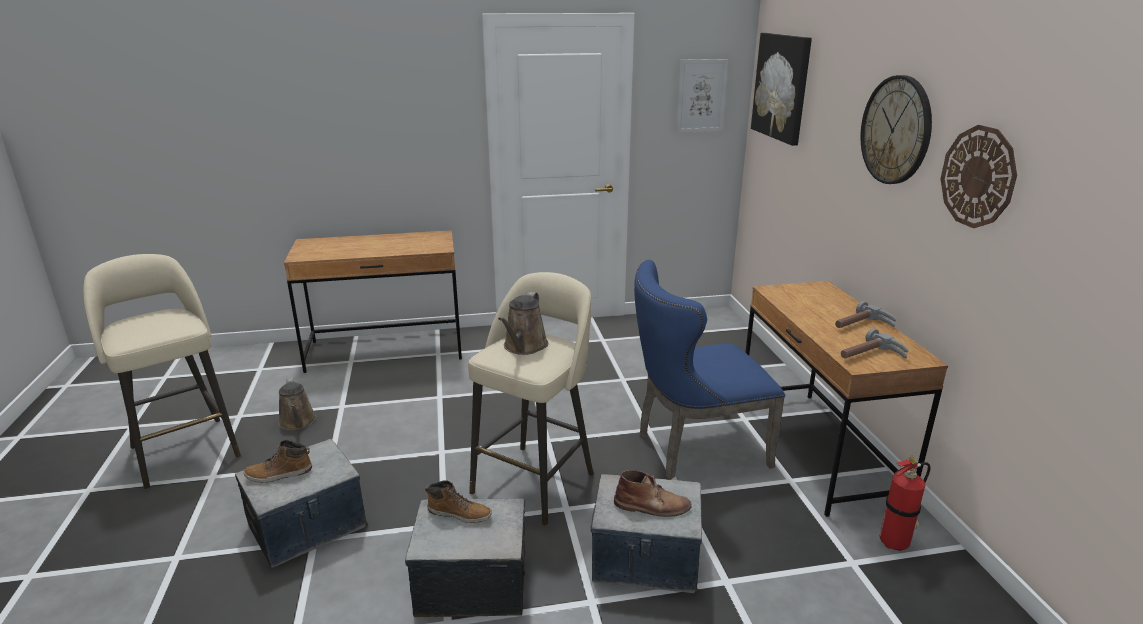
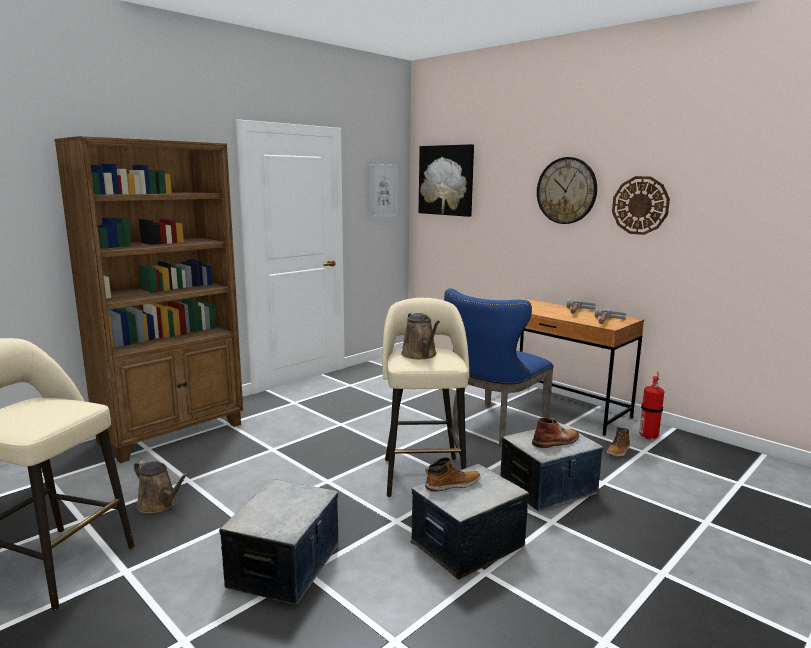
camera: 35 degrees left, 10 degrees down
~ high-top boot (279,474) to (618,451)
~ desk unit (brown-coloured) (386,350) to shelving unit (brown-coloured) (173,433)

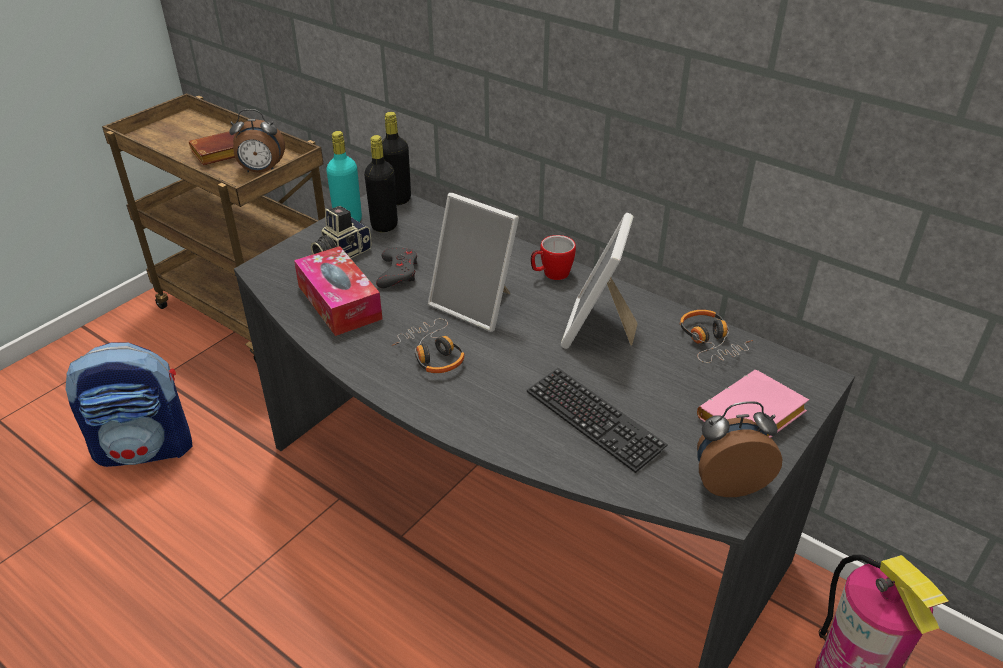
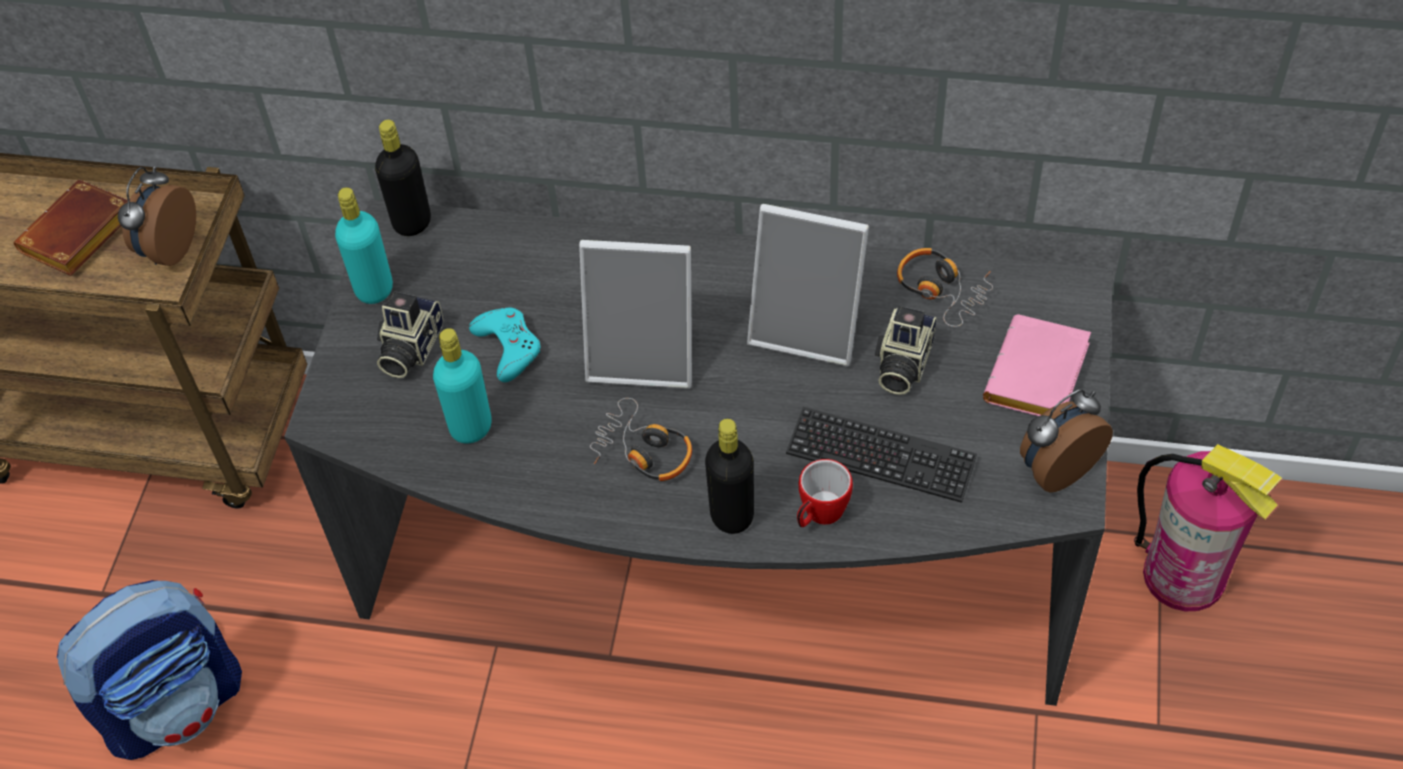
camera: 25 degrees left, 15 degrees up
+ still camera (901,364)
~ beverage bottle (blackish) (384,225) to (732,515)
~ coffee mug (551,274) to (819,515)
~ tissue holder (339,302) to beverage bottle (turquoise) (471,427)
~ gamepad (grey) (398,272) to gamepad (turquoise) (508,347)
~ alarm clock (261,171) = (168,249) 135 degrees clockwise
~ standing frame (598,329) = (808,327) 60 degrees counterclockwise

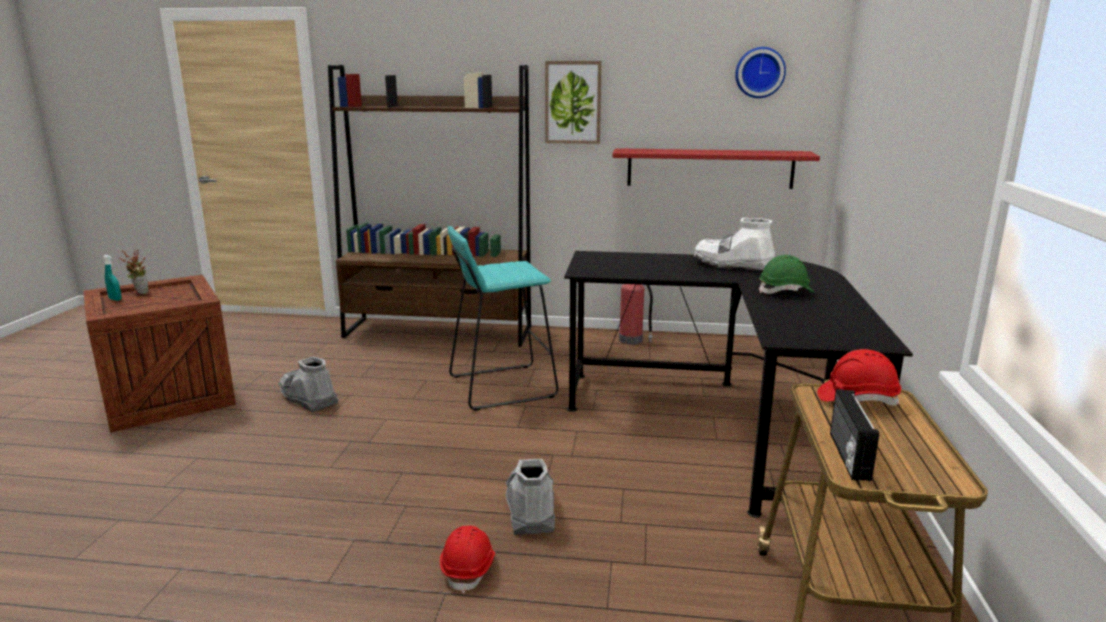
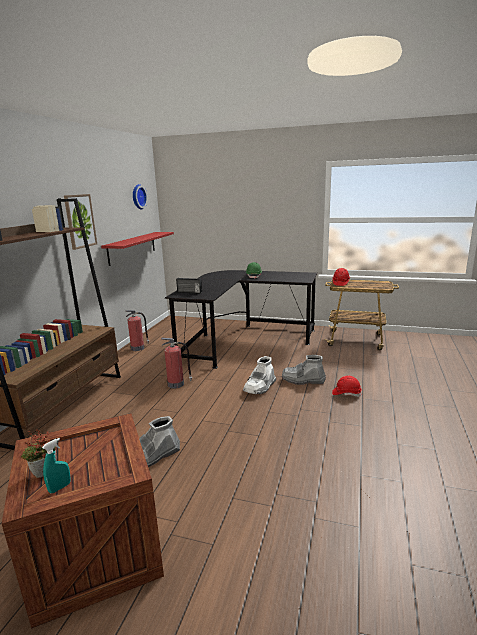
camera: 80 degrees left, 0 degrees up
~ high-top boot (whitish) (732,264) to (260,387)
~ radio set (847,455) to (189,292)
~ stool (turquoise) (501,386) to extinguisher (177,384)

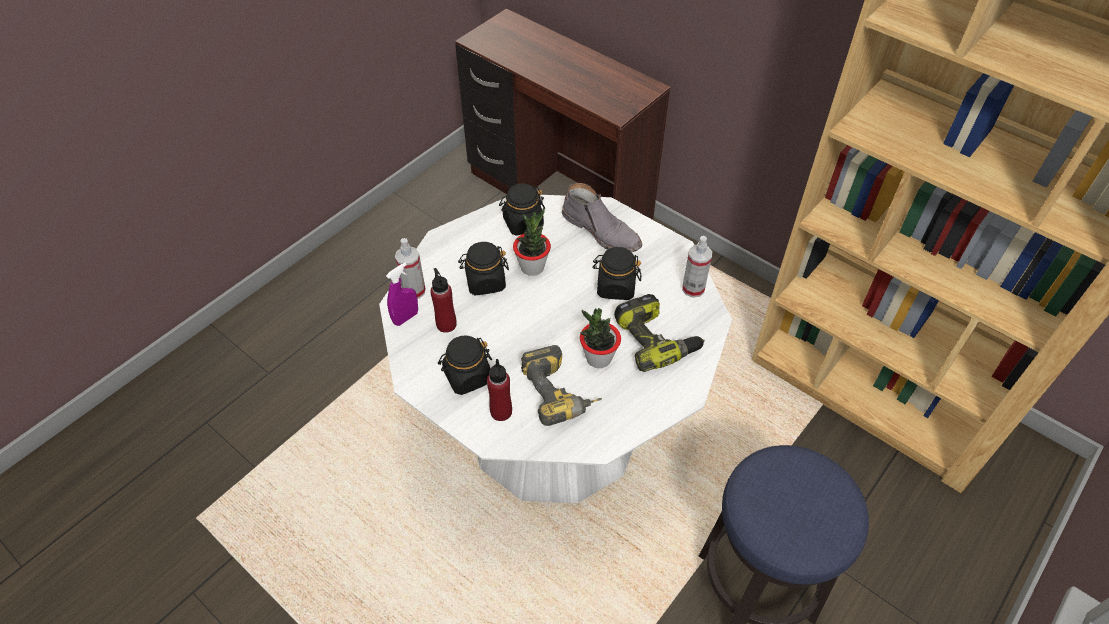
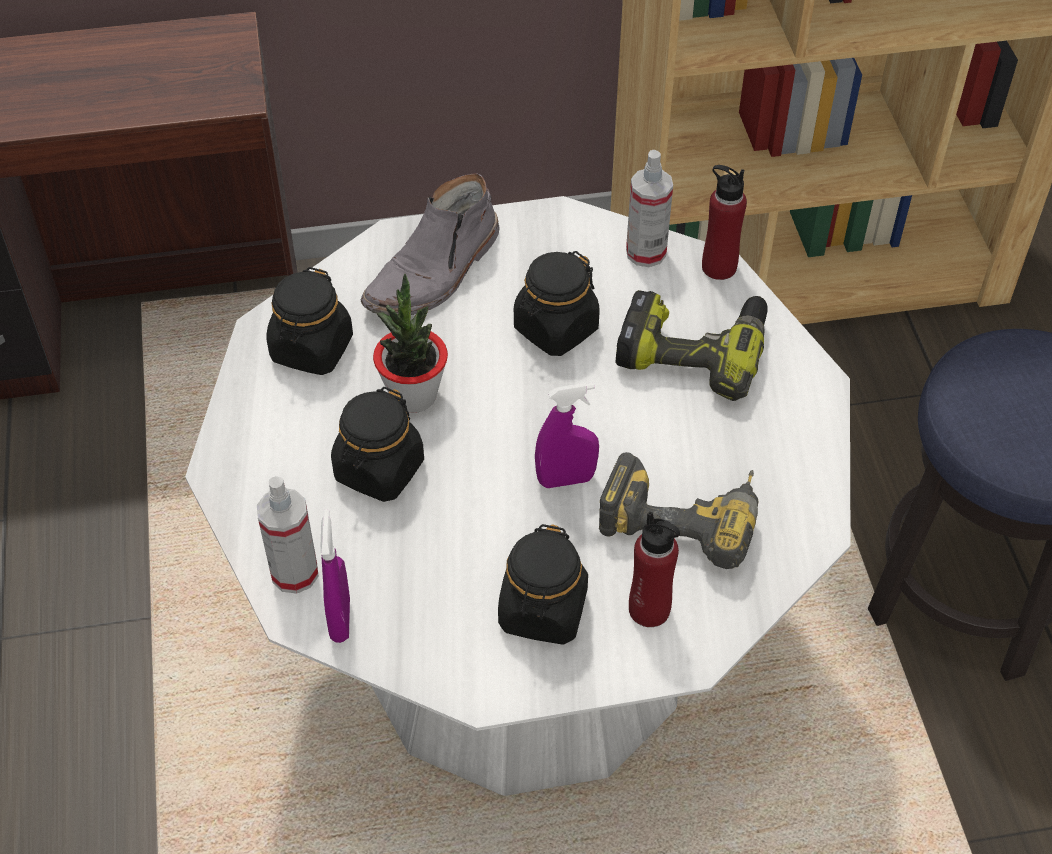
camera: 50 degrees left, 0 degrees up
- houseplant (598,358)
+ sprayer (purplish) (566,479)
~ beverage bottle (red) (446,324) to (718,267)
~ high-top boot (grey) (602,231) = (434,273) 135 degrees clockwise

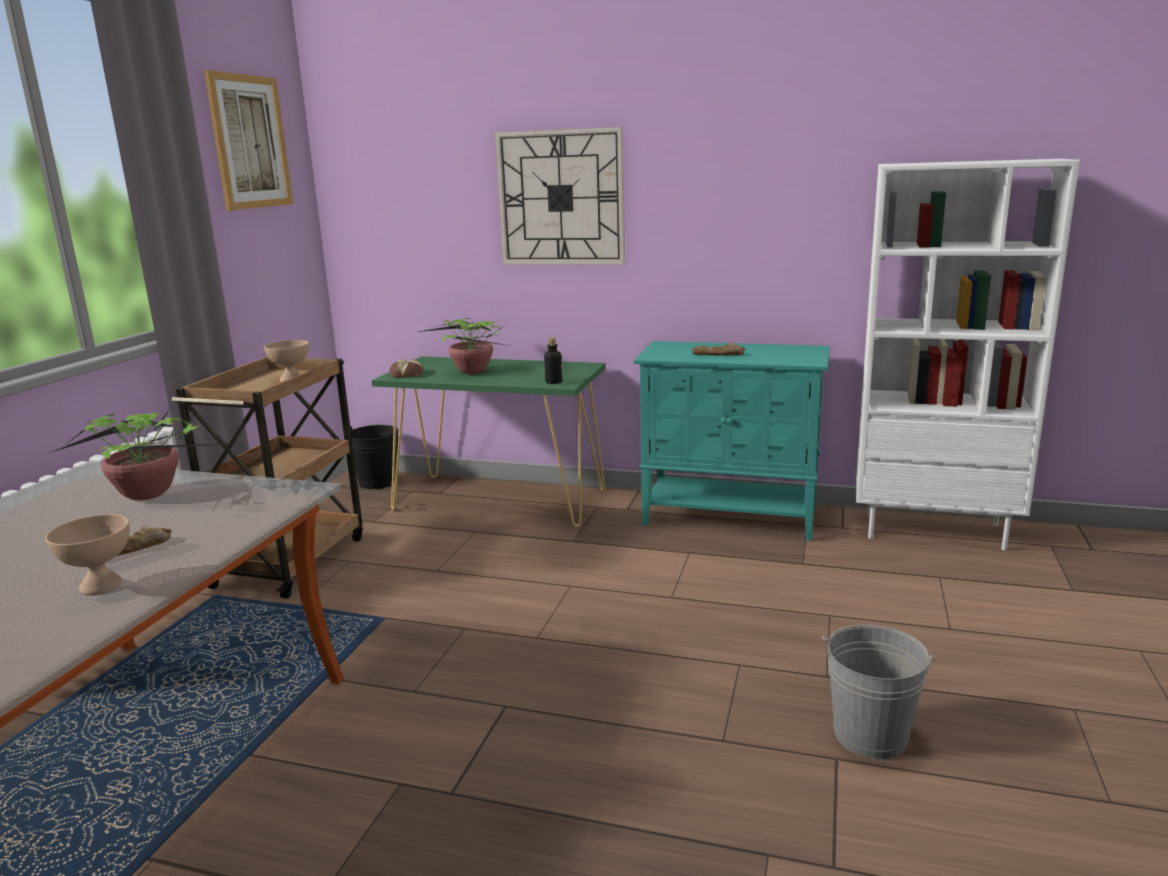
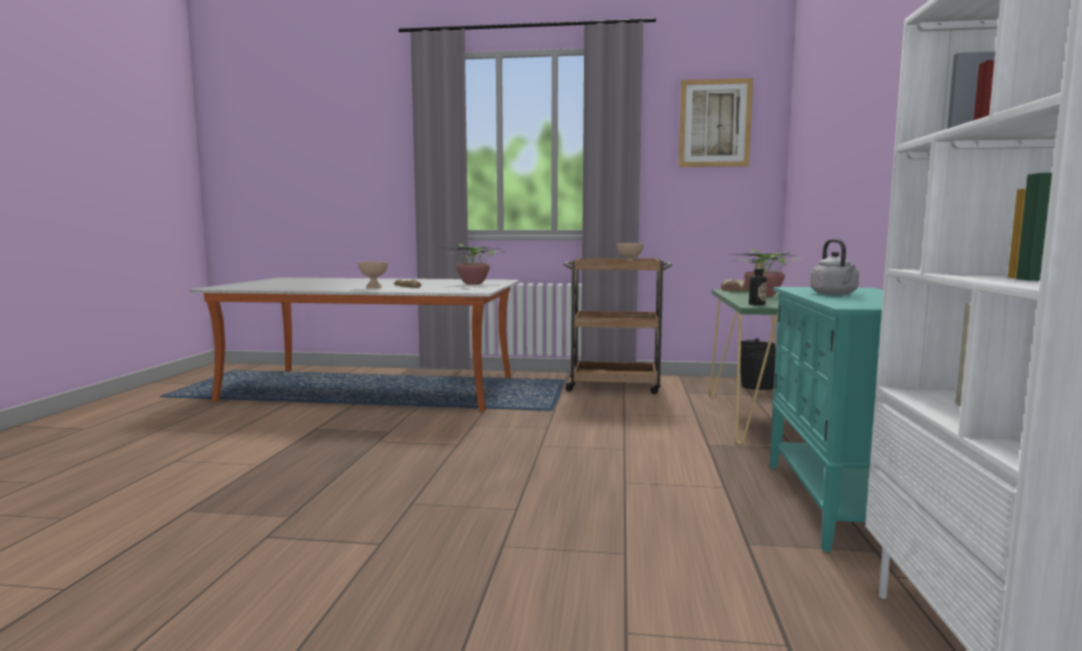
camera: 80 degrees right, 10 degrees down
- clock on the wall (561,198)
- bucket (grey) (870,735)
~ bakery bread (718,354) to water kettle (grey) (834,294)

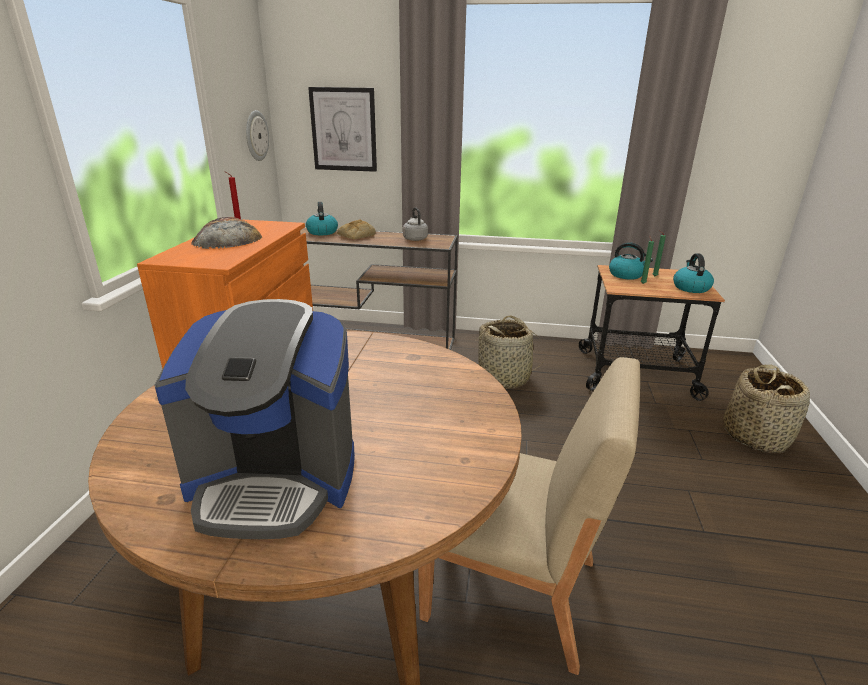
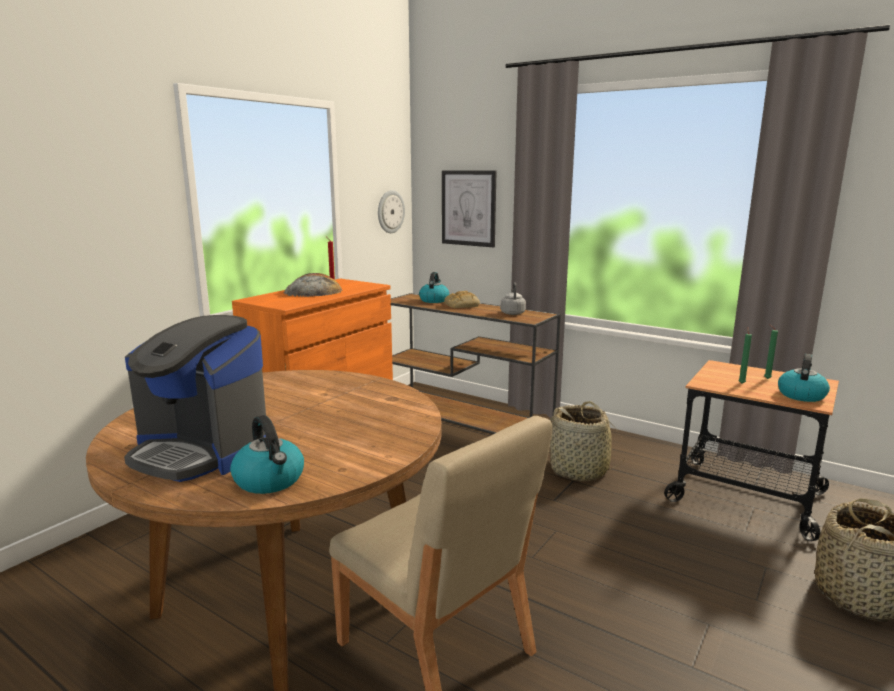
camera: 25 degrees right, 10 degrees down
~ water kettle (626,275) to (270,480)

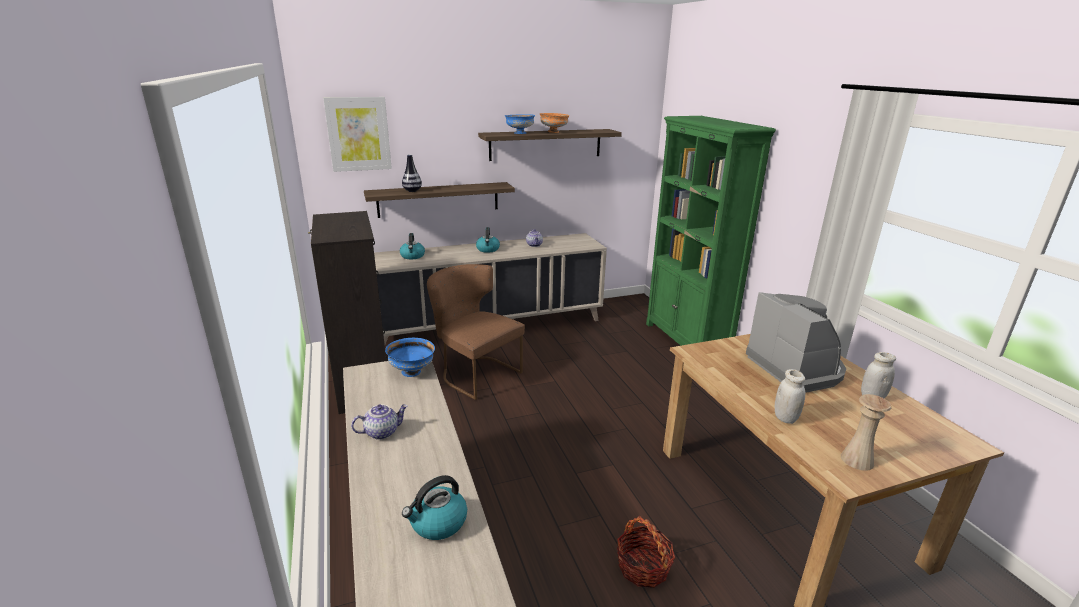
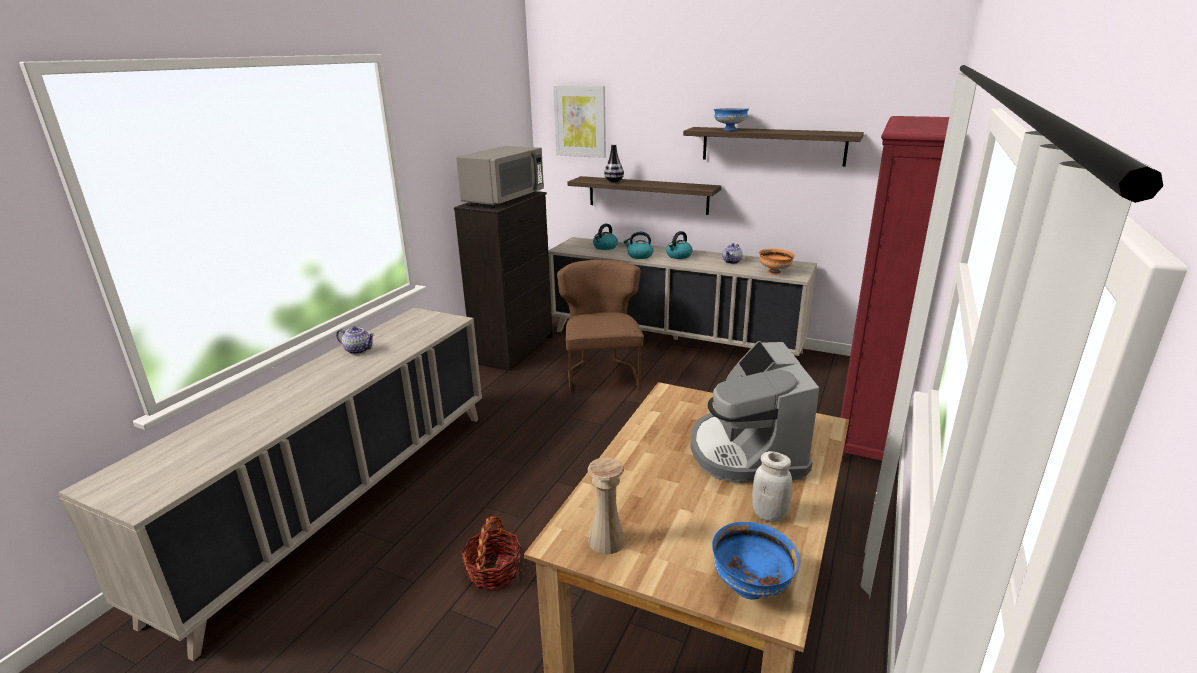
camera: 45 degrees right, 0 degrees up
- preserve jar (whitish) (785,418)
+ microwave (grey) (504,199)
~ bowl (bluish) (412,372) to (751,587)
~ water kettle (438,523) to (639,256)
~ bowl (orange-coloured) (554,132) to (775,272)
~ shelving unit (green) (686,342) to shelving unit (red) (868,431)
~ coffee maker (795,368) = (746,451) 150 degrees clockwise

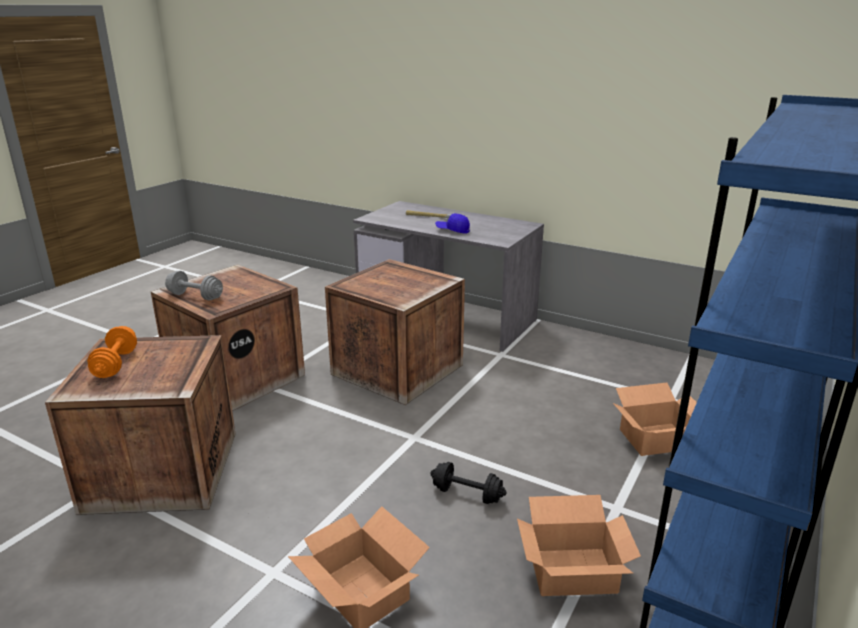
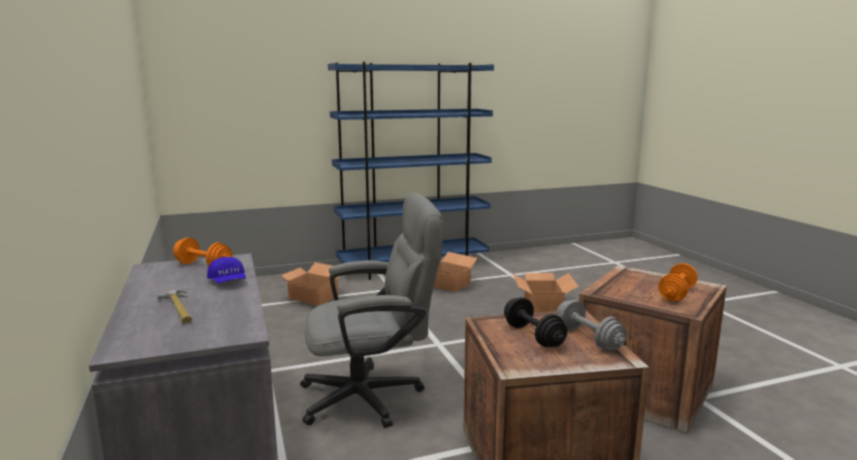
camera: 140 degrees left, 10 degrees down
+ hand weight (orange-coloured) (203,266)
~ hand weight (blackish) (467,494) to (533,336)
~ crate (395,370) to office chair (grey) (373,396)

